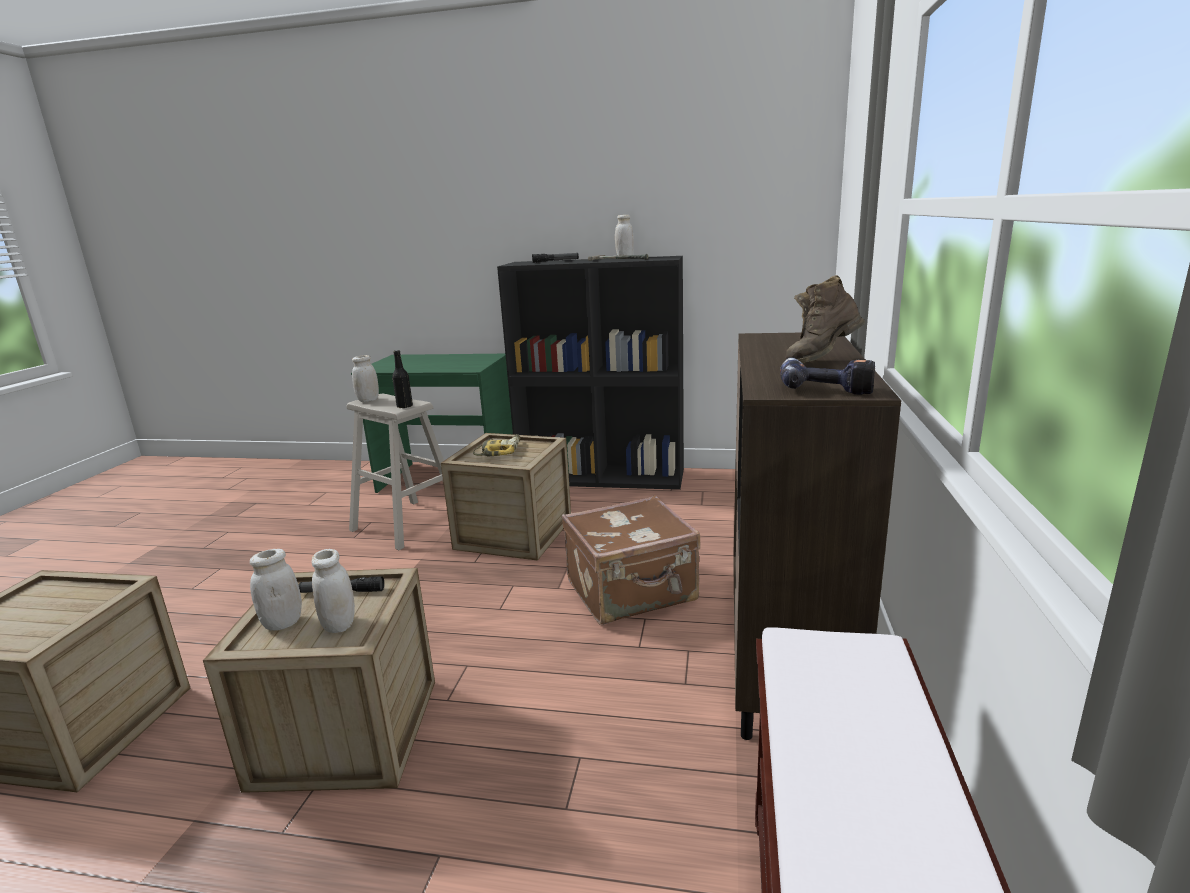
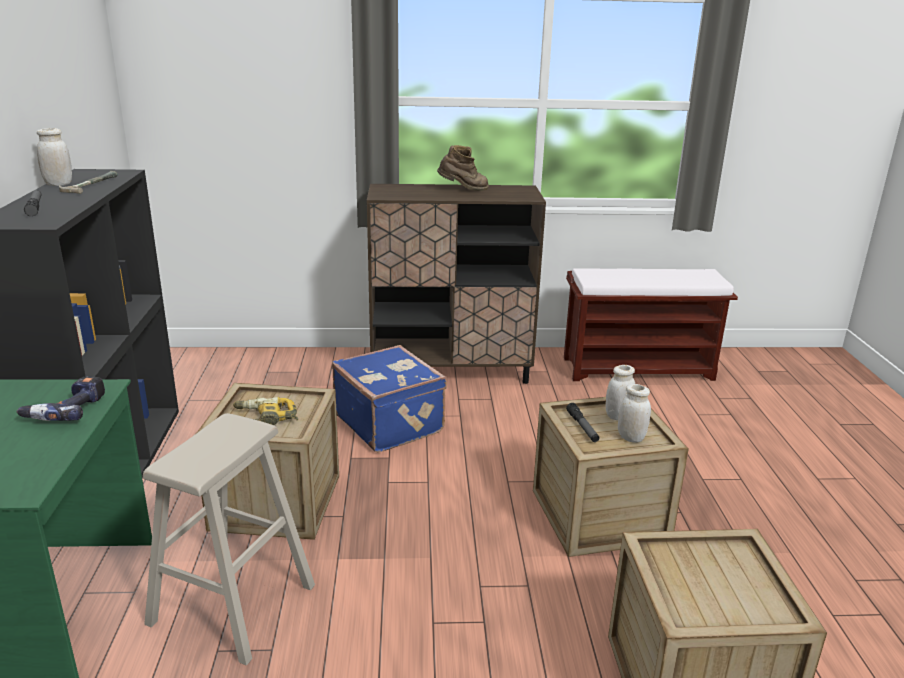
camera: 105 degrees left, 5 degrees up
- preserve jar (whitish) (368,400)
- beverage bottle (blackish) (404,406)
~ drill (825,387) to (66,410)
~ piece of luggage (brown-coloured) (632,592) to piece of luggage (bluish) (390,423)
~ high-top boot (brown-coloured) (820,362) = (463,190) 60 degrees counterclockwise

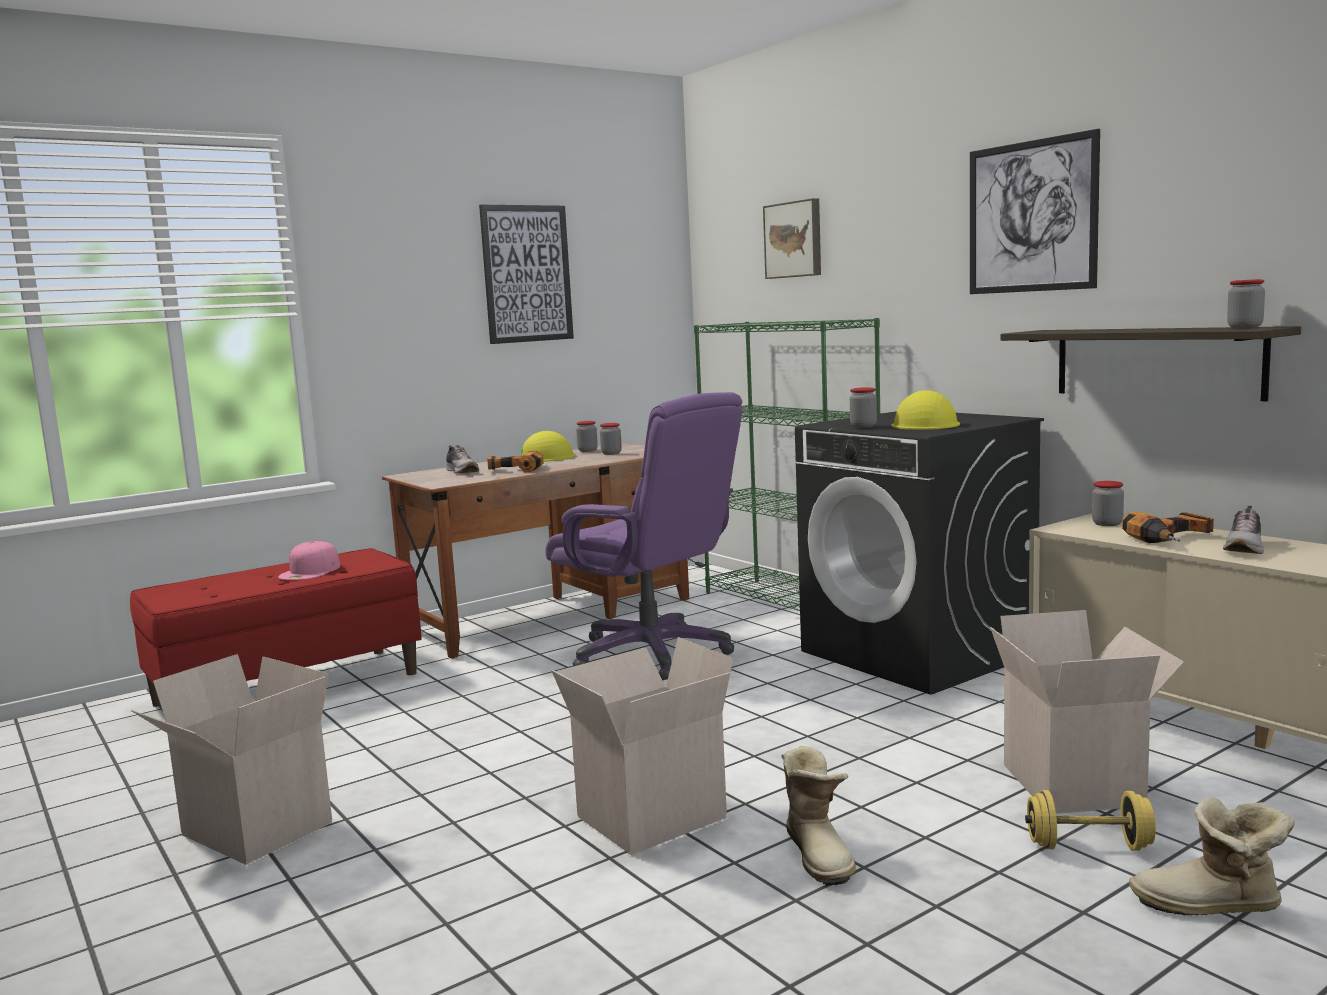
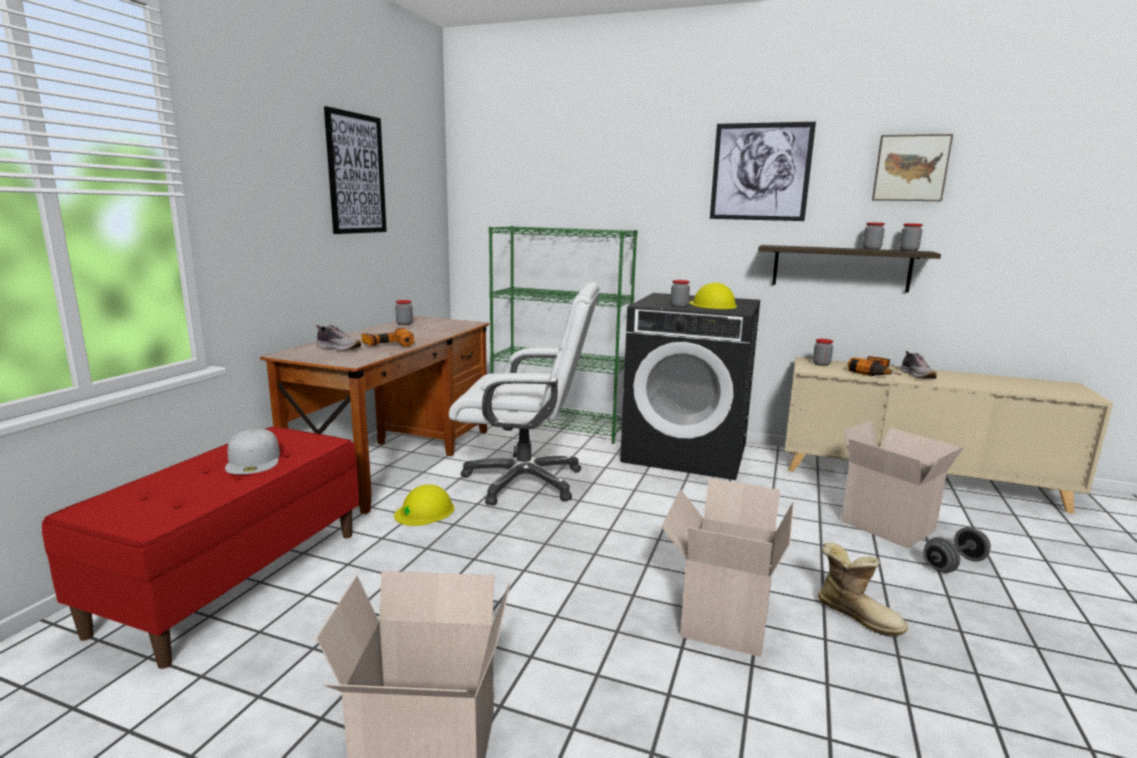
camera: 35 degrees left, 5 degrees up
- high-top boot (1211,907)
~ hard hat (yellow-coloured) (544,458) to (425,511)
~ preserve jar (611,453) to (871,249)
~ wall art (794,239) to (910,168)
~ peaked cap (pinkish) (310,571) to peaked cap (whitish) (254,460)
~ office chair (purplish) (652,654) to office chair (whitish) (525,481)
~ hand weight (yellow-coloured) (1089,846) to hand weight (grey) (954,564)

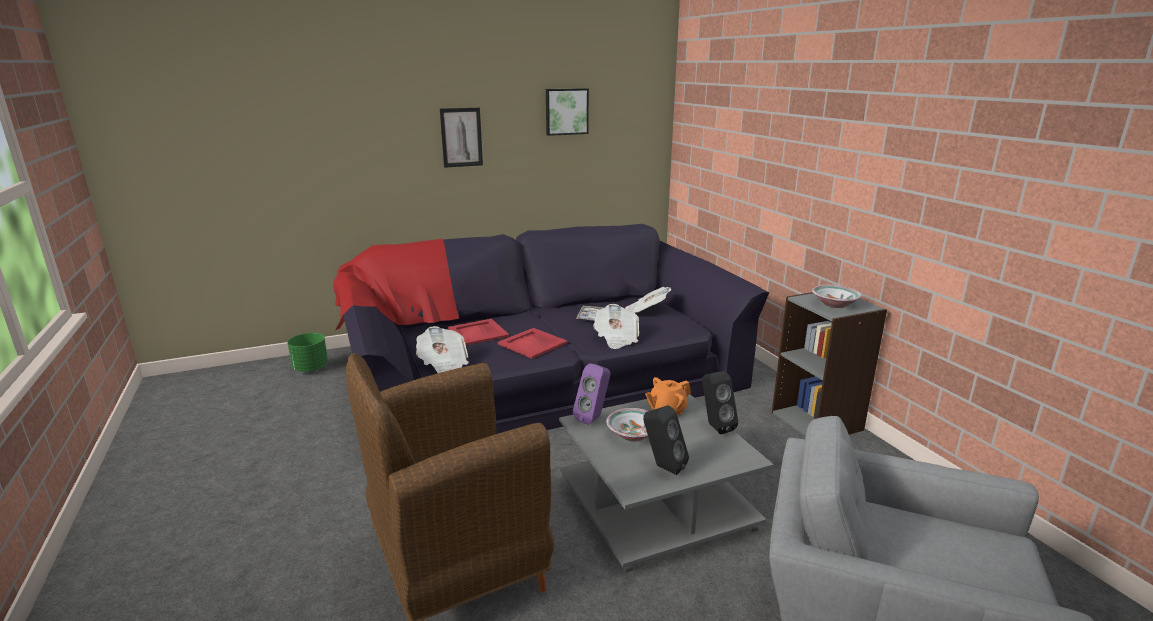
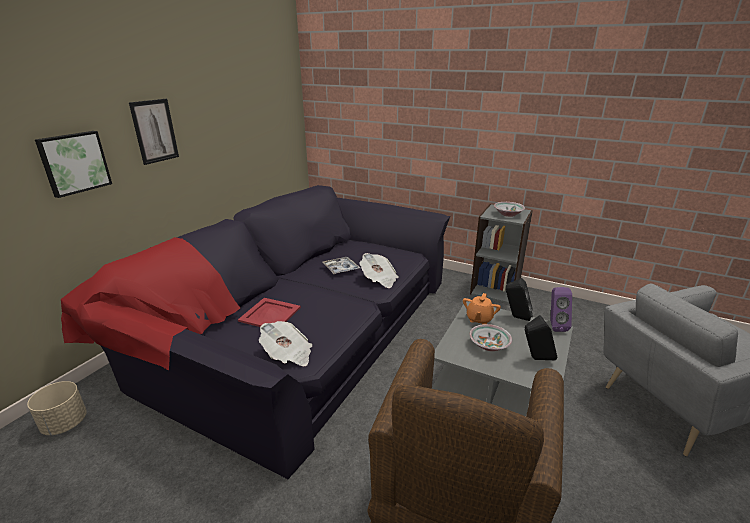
camera: 40 degrees left, 5 degrees up
- tray (red) (533,343)
- printed paper (646,311)
~ wall art (566,111) to (74,163)
~ loudspeaker (purplish) (593,418) to (554,326)
~ flower pot (green) (311,369) to flower pot (sand-coloured) (65,424)

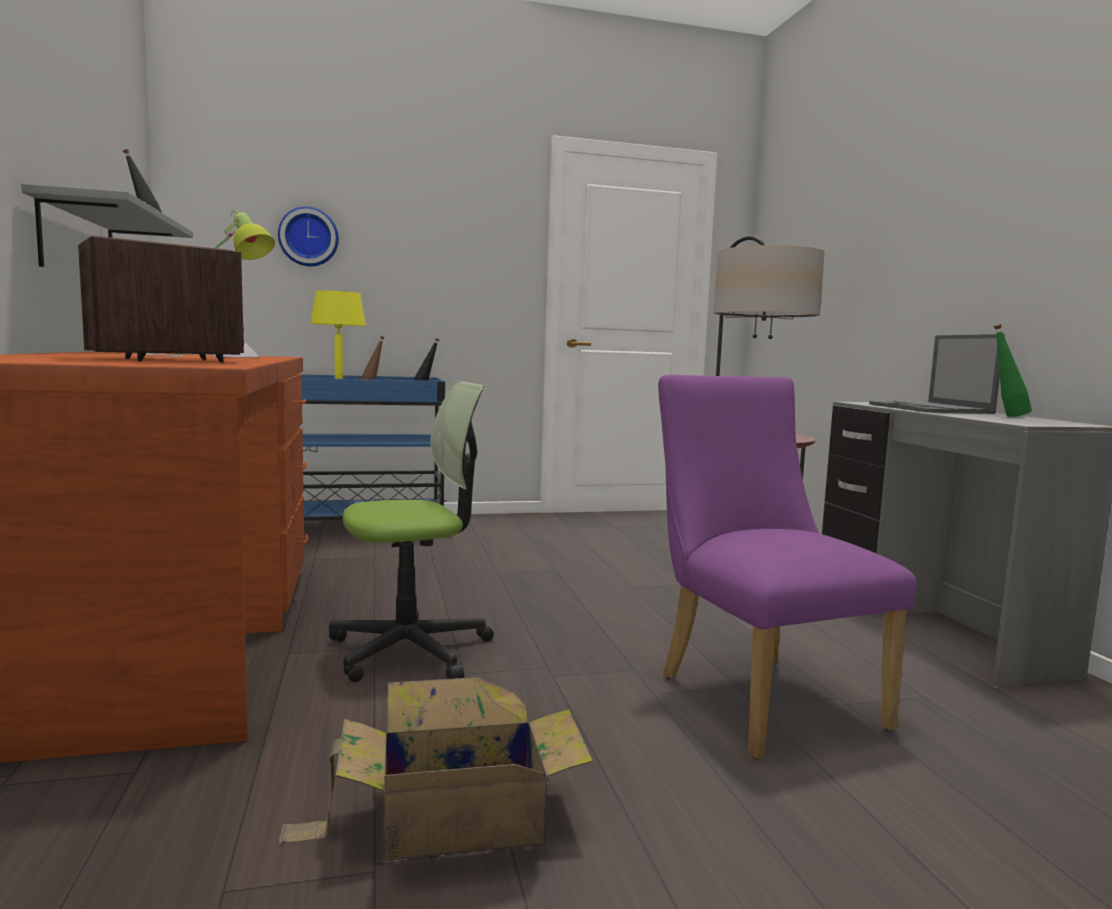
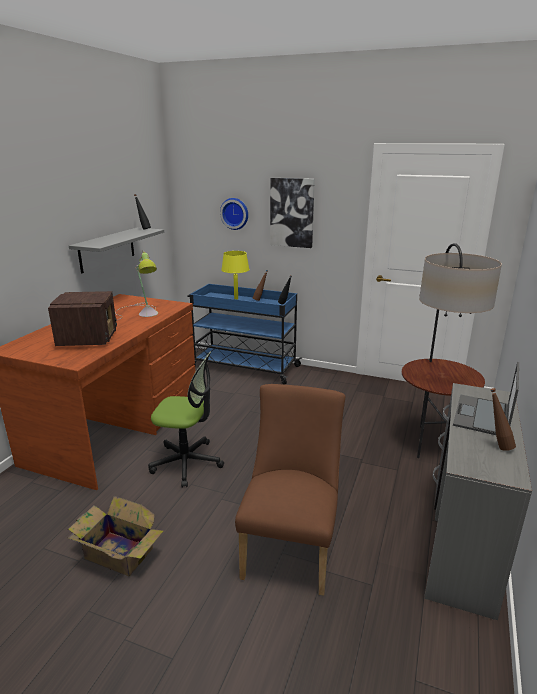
camera: 35 degrees right, 15 degrees up
+ wall art (292,212)
~ chair (purplish) (757,695) to chair (brown-coloured) (291,546)
~ beverage bottle (green) (1006,416) to beverage bottle (brown-coloured) (496,446)

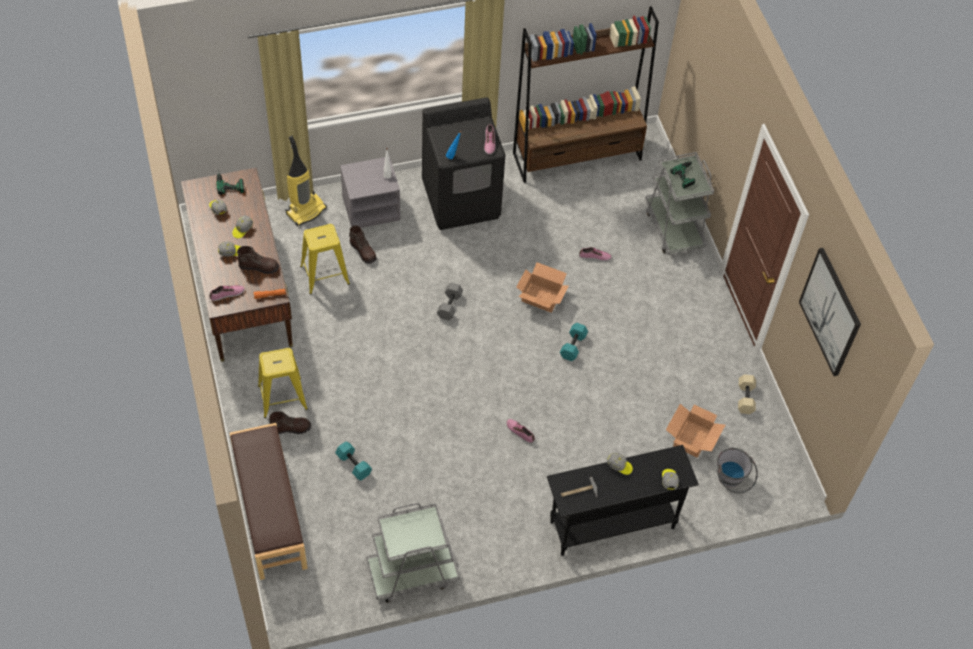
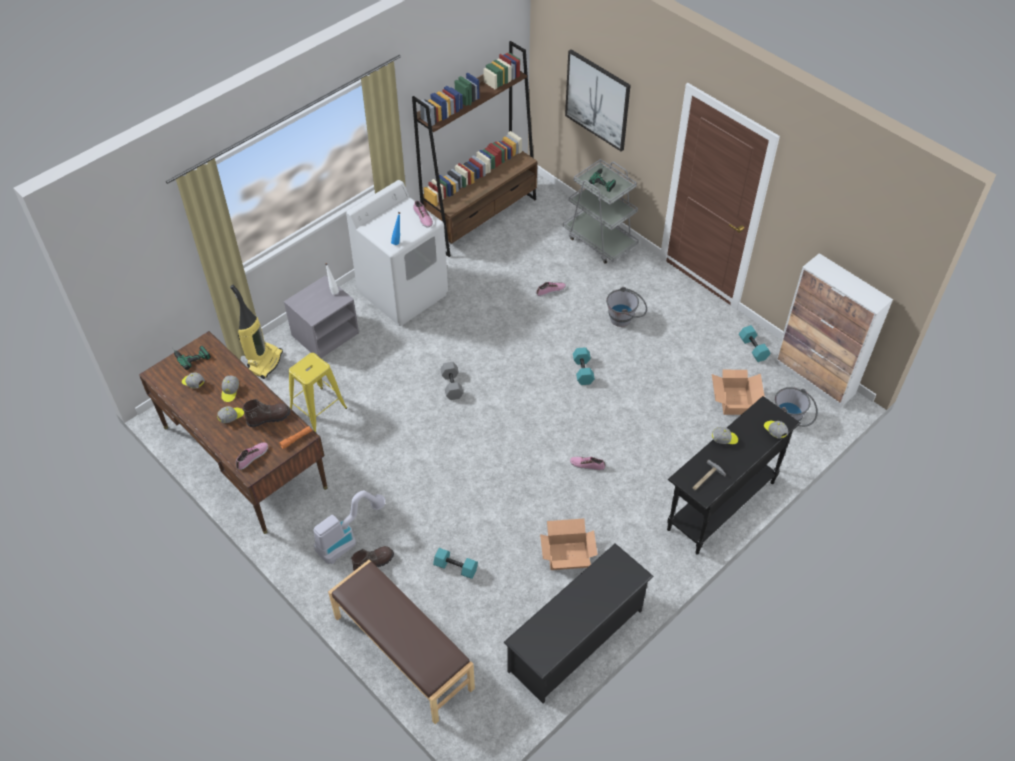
camera: 25 degrees left, 5 degrees down
- high-top boot (brown-coloured) (363,251)
+ bucket (grey) (625,318)
+ storage cabinet (814,378)
~ cardboard box (541,298) to (568,556)
~ wall art (830,312) to (597,100)
~ stool (yellow-coloured) (282,397) to vacuum cleaner (347,538)
~ trolley (grey) (412,573) to shoe shelf (blackish) (576,640)
~ laundry machine (blackish) (461,200) to laundry machine (whitish) (403,293)
~ hand weight (sand-coloured) (745,398) to hand weight (turquoise) (752,348)

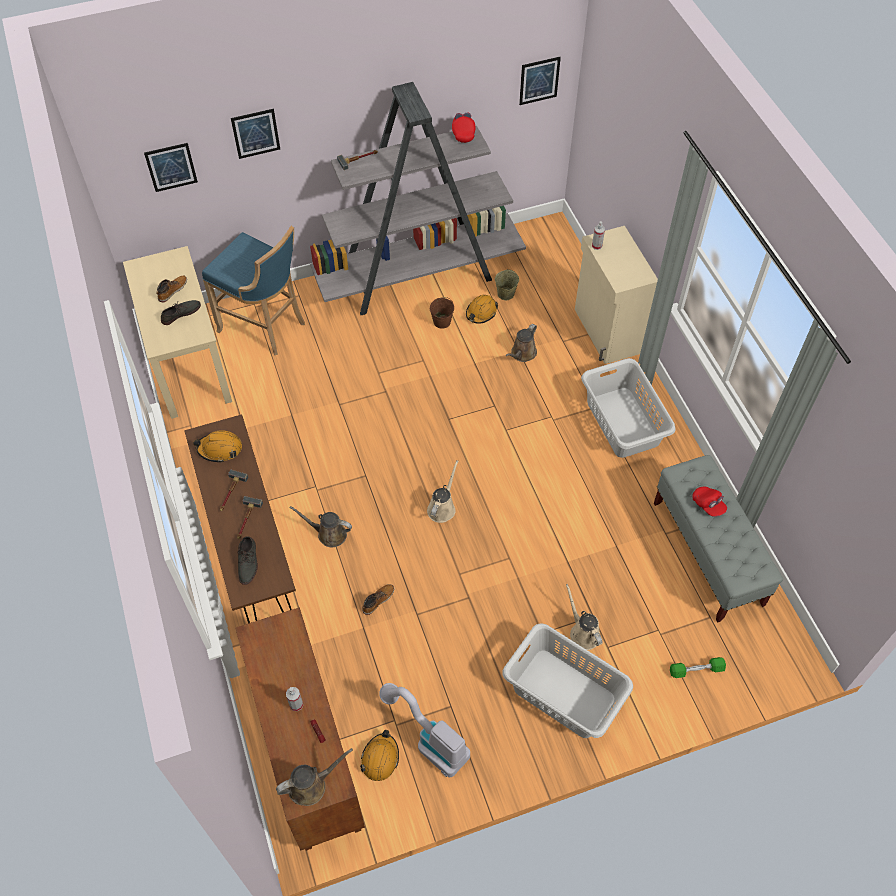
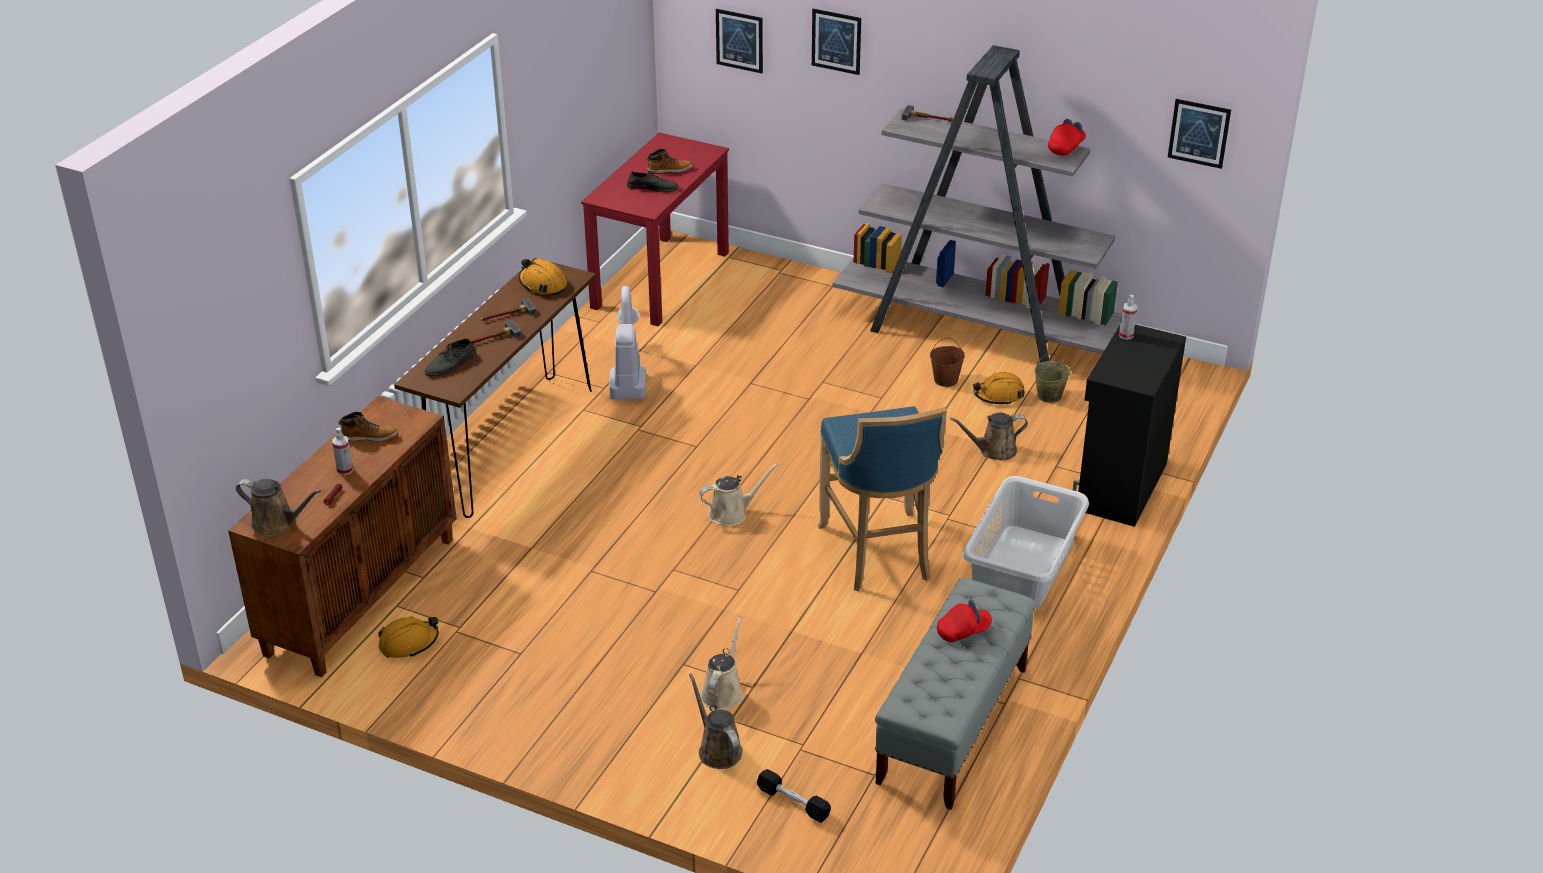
camera: 45 degrees right, 20 degrees down
- laundry basket (grey) (564,694)
~ stool (bluish) (265,326) to (879,554)
~ watering can (brown-coloured) (329,534) to (717,749)
~ high-top boot (378,600) to (370,436)
~ vacuum cleaner (429,740) to (628,376)
~ desk unit (sand-coloured) (188,363) to desk unit (red) (661,279)
~ storage cabinet (sand-coloured) (606,332) to storage cabinet (blackish) (1119,486)
~ hand weight (green) (696,670) to hand weight (blackish) (793,802)
~ peaked cap (red) (708,505) = (963,631) 120 degrees counterclockwise

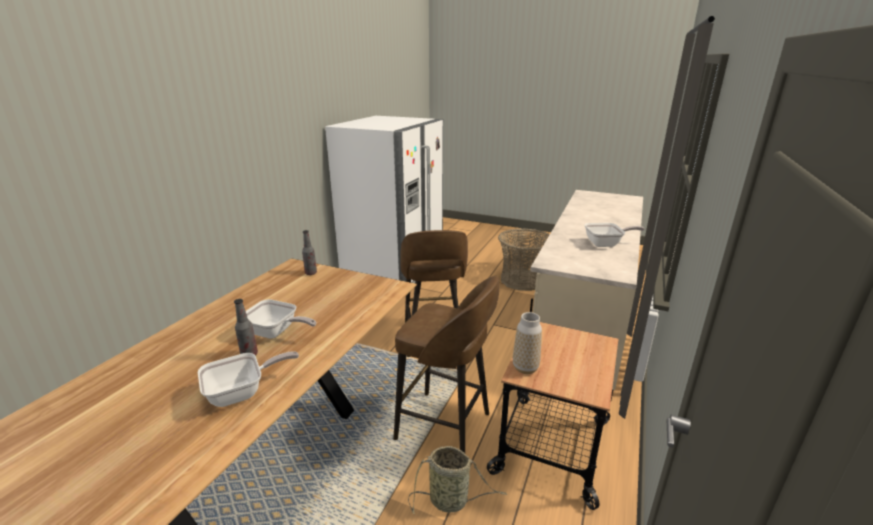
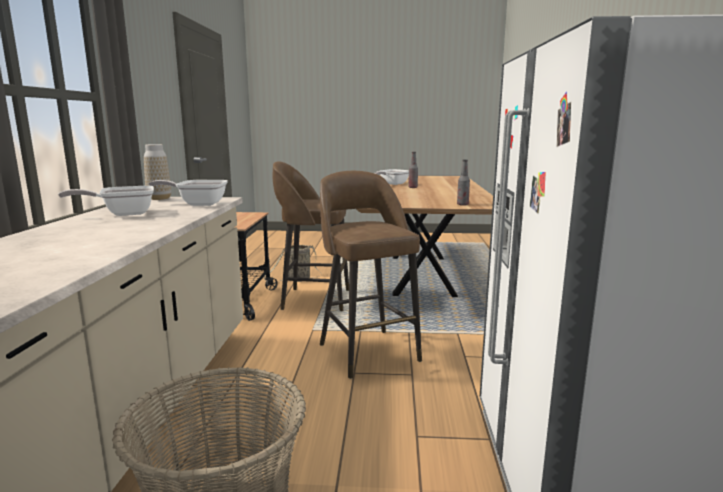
camera: 160 degrees right, 10 degrees down
~ frying pan (276,333) to (198,204)
~ vase (525,368) to (159,198)

